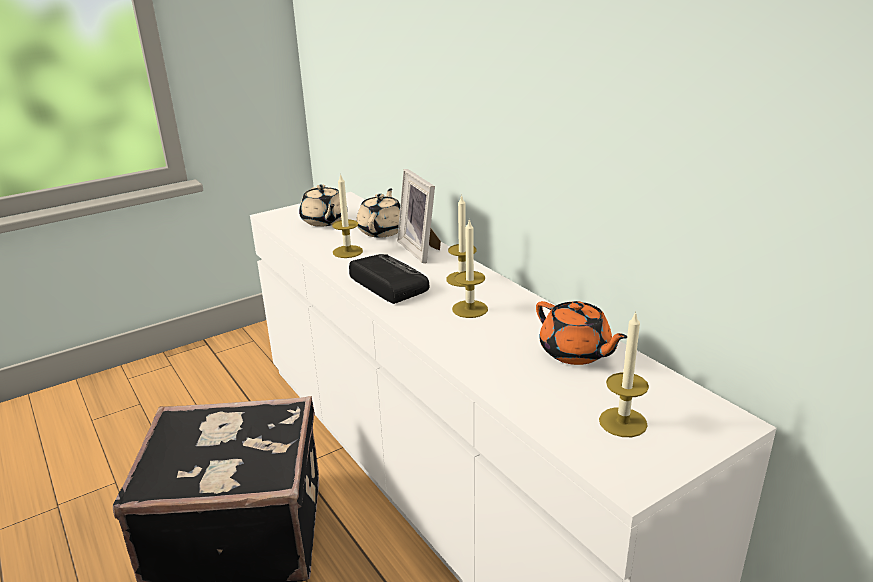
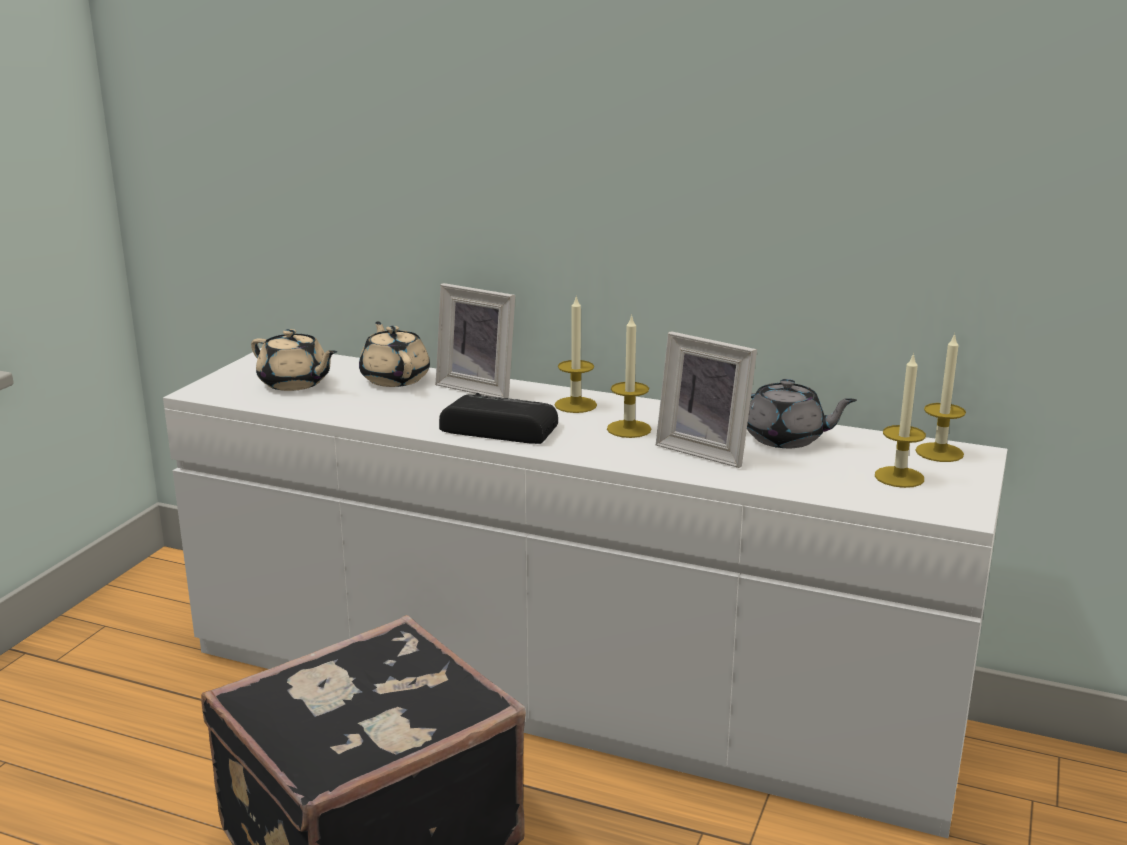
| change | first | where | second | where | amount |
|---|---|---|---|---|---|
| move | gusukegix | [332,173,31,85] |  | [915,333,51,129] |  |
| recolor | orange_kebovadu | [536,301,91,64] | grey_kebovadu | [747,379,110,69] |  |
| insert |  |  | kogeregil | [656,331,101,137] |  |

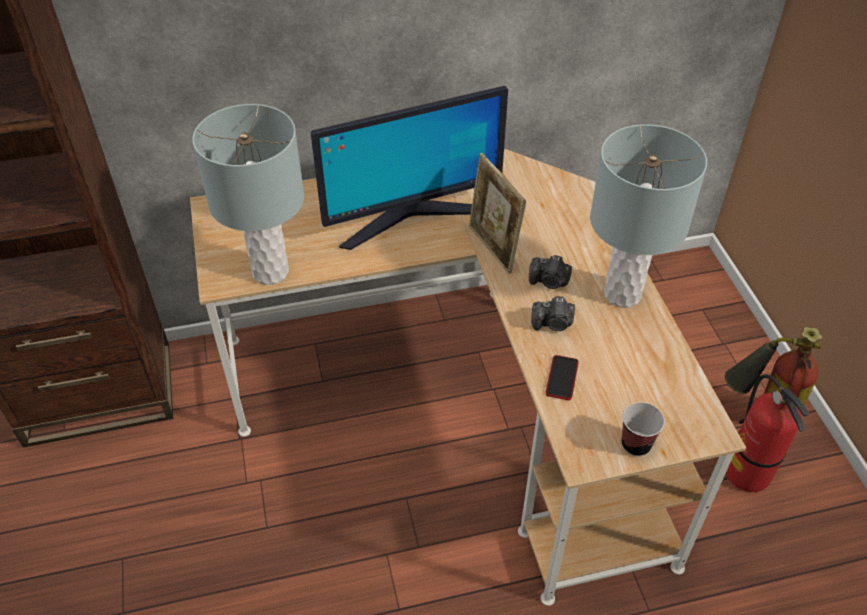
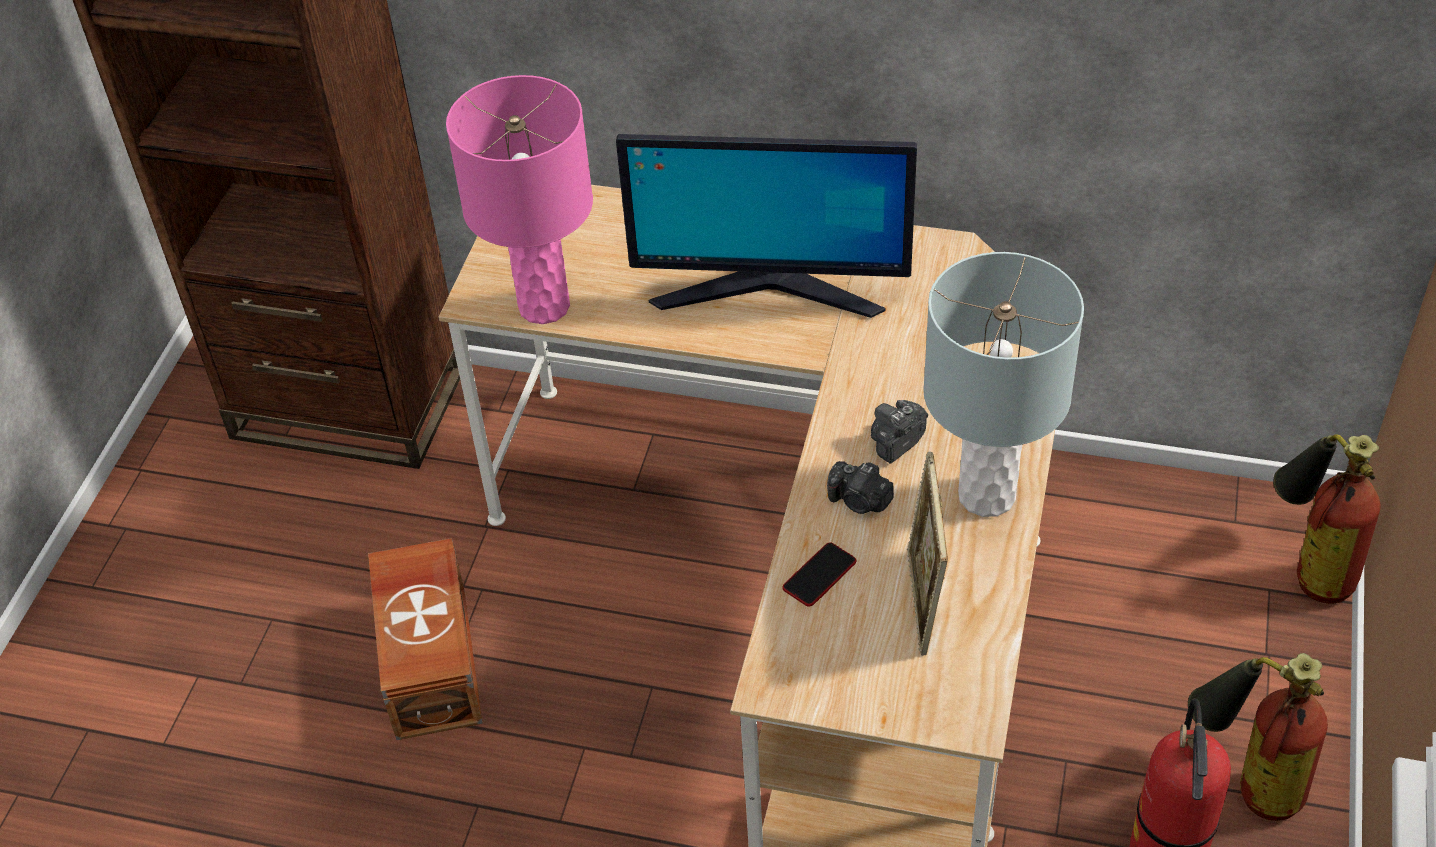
| change | first | where | second | where | amount |
|---|---|---|---|---|---|
| recolor | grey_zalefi | [192,104,112,181] | pink_zalefi | [446,75,147,249] |  |
| move | kogeregil | [469,153,57,121] |  | [907,452,41,204] |  |
| rotate | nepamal | [529,255,43,34] |  | [871,400,57,64] | 90 degrees clockwise |
| delete | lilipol | [622,402,43,55] |  |  |  |
| insert |  |  | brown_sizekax | [368,538,115,202] |  |
| insert |  |  | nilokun | [1273,435,107,169] |  |

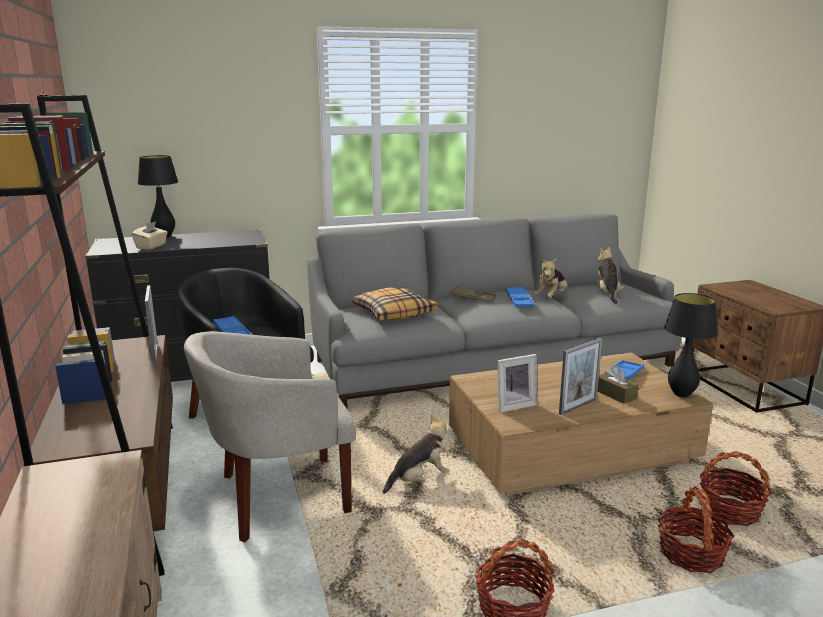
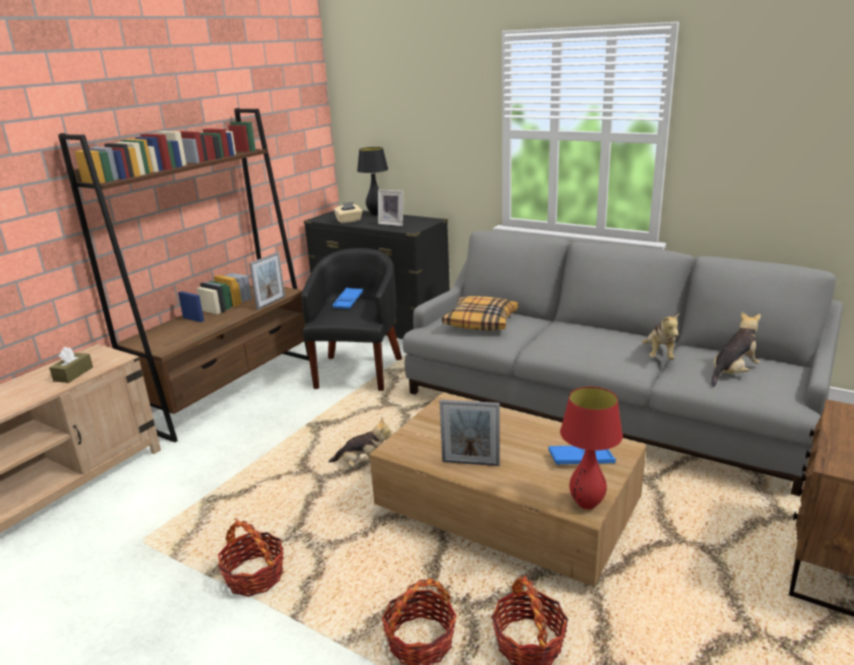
| change | first | where | second | where | amount |
|---|---|---|---|---|---|
| delete | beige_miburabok | [184,331,172,211] |  |  |  |
| delete | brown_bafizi | [451,287,45,15] |  |  |  |
| move | kogeregil | [497,354,41,58] |  | [378,189,25,37] |  |
| delete | blue_bafizi | [505,287,30,20] |  |  |  |
| rotate | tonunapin | [534,259,33,39] |  | [642,312,38,48] | 75 degrees counterclockwise |
| move | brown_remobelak | [597,366,42,38] |  | [49,347,44,36] |  |
| recolor | black_zalefi | [664,293,53,104] | red_zalefi | [560,387,63,122] |  |

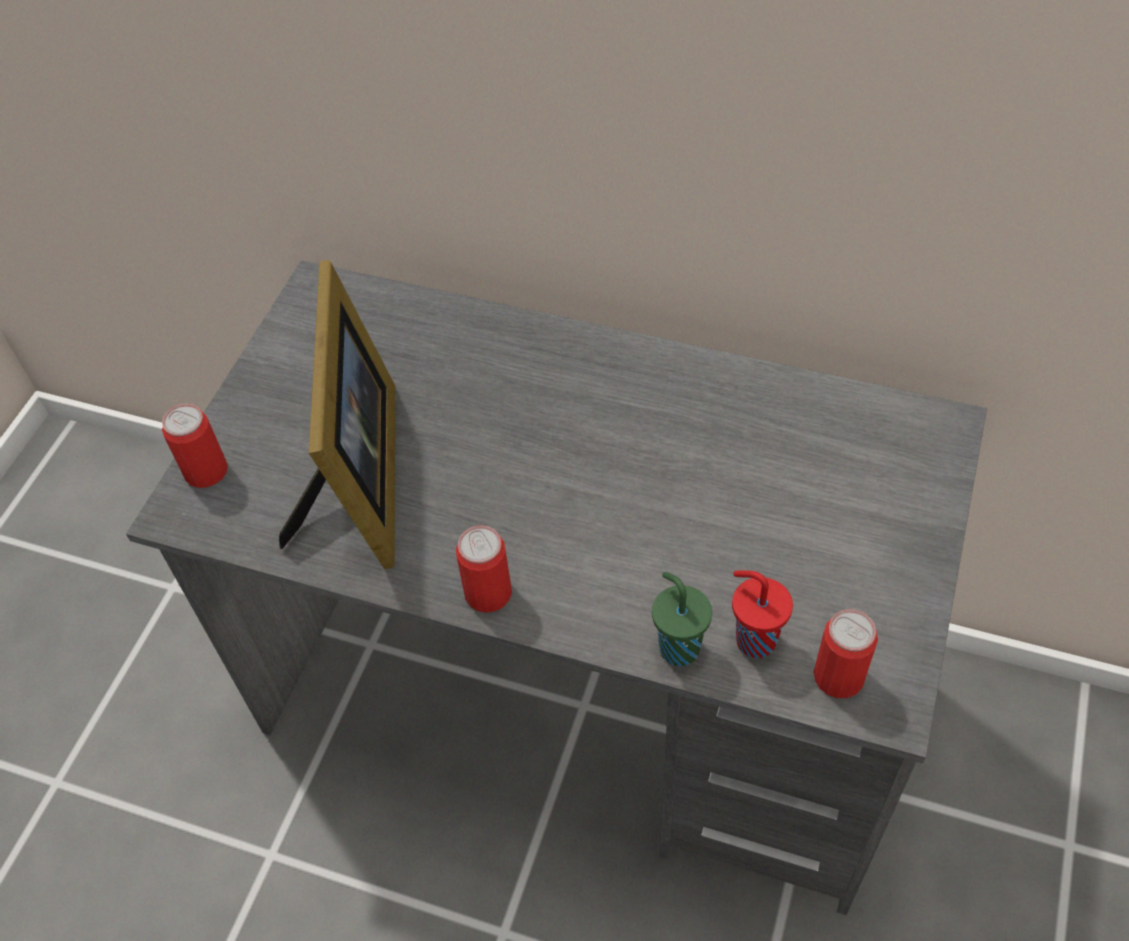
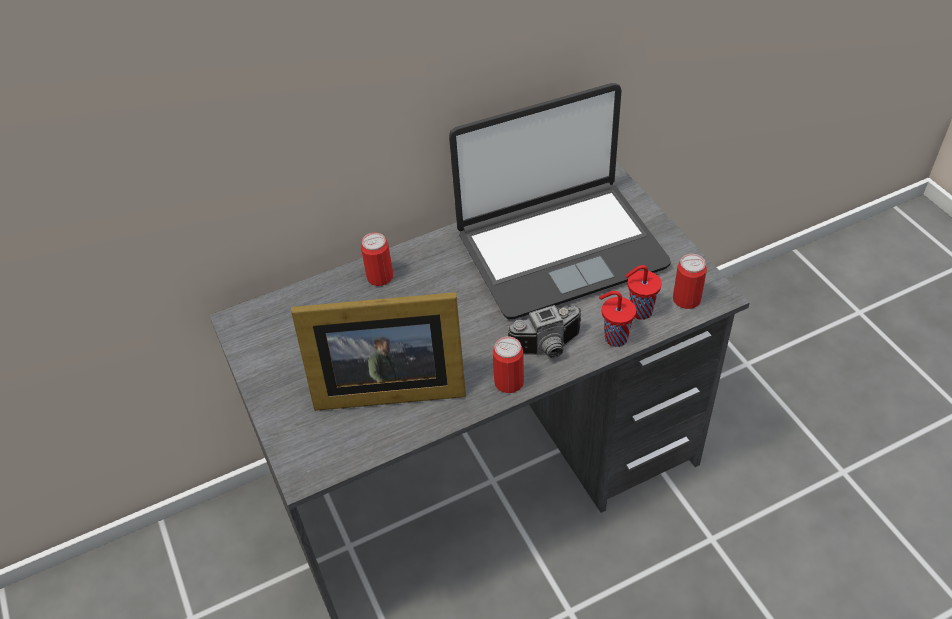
| change | first | where | second | where | amount |
|---|---|---|---|---|---|
| move | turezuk | [162,404,66,84] |  | [361,233,32,53] |  |
| rotate | kogeregil | [279,260,116,309] |  | [291,292,175,119] | 135 degrees clockwise |
| recolor | green_lilipol | [652,572,60,94] | red_lilipol | [599,291,37,56] |  |
| insert |  |  | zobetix | [449,83,222,236] |  |
| insert |  |  | nepamal | [507,305,75,53] |  |

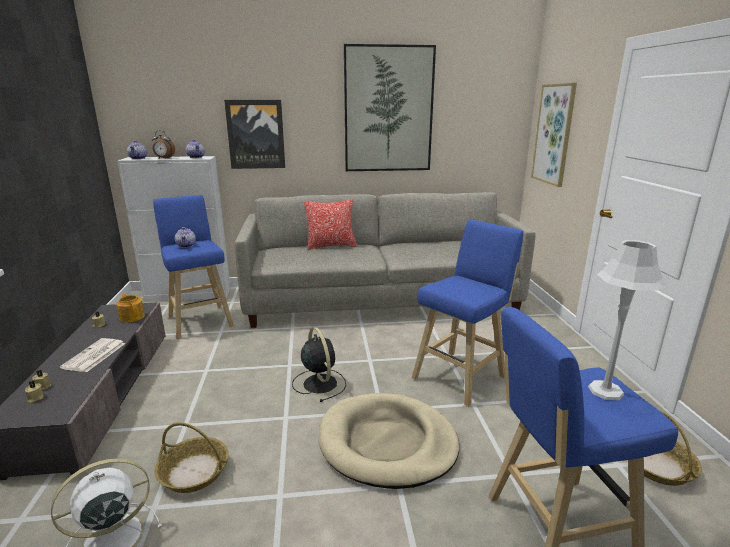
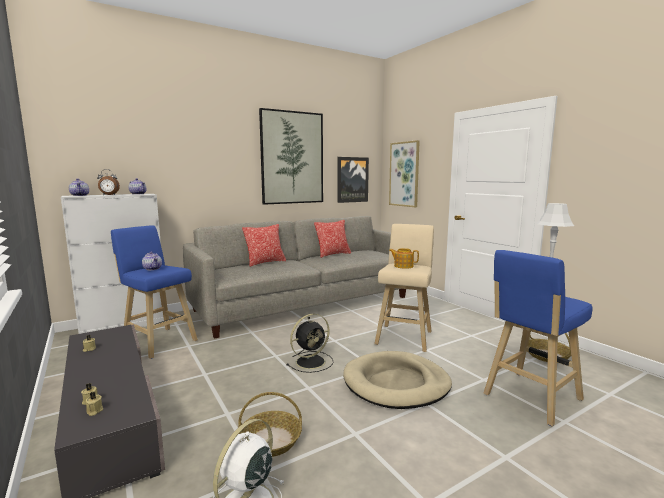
| change | first | where | second | where | amount |
|---|---|---|---|---|---|
| delete | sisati | [60,338,65,34] |  |  |  |
| move | kebovadu | [116,293,29,30] |  | [389,248,30,21] |  |
| move | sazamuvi | [224,100,61,69] |  | [337,157,32,46] |  |
| rotate | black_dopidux | [292,327,54,75] |  | [286,314,48,59] | 105 degrees clockwise |
| recolor | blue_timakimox | [412,220,111,187] | beige_timakimox | [374,224,60,128] |  |
| insert |  |  | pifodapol | [314,220,37,38] |  |

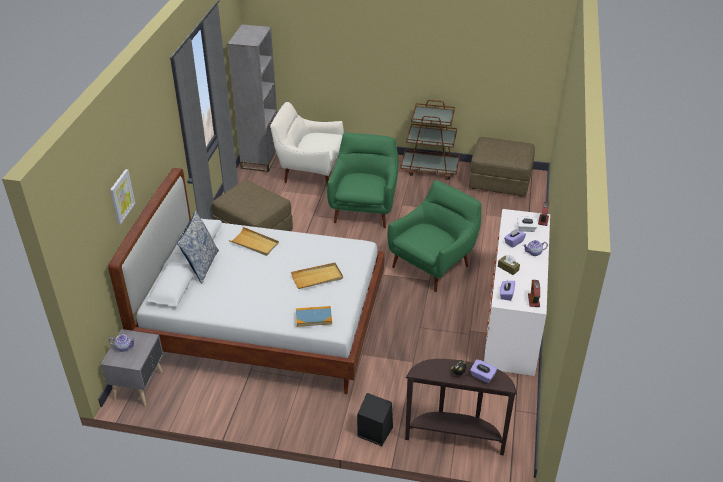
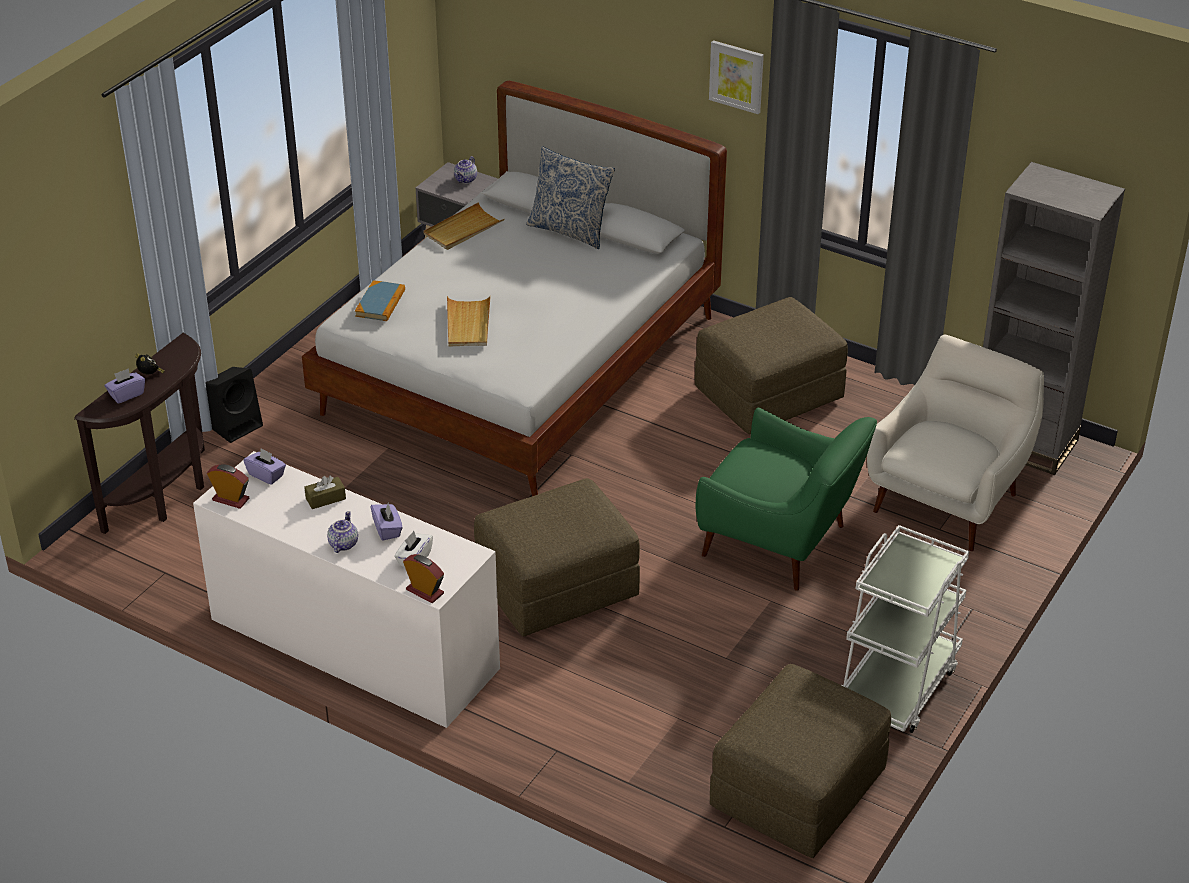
| change | first | where | second | where | amount |
|---|---|---|---|---|---|
| move | sazamuvi | [110,169,25,56] |  | [709,40,55,74] |  |
| move | beige_bafizi | [229,227,50,29] |  | [424,202,80,48] |  |
| replace | green_miburabok | [387,180,95,112] | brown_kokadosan | [474,478,166,159] |  |
| recolor | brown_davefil | [400,100,60,80] | white_davefil | [842,525,127,208] |  |

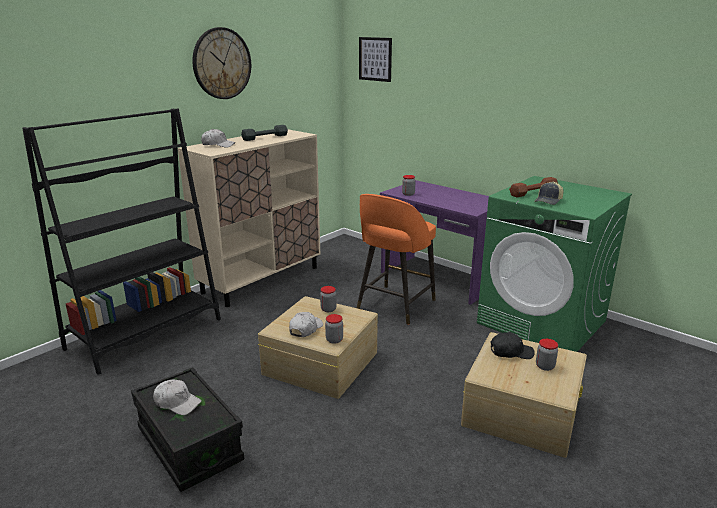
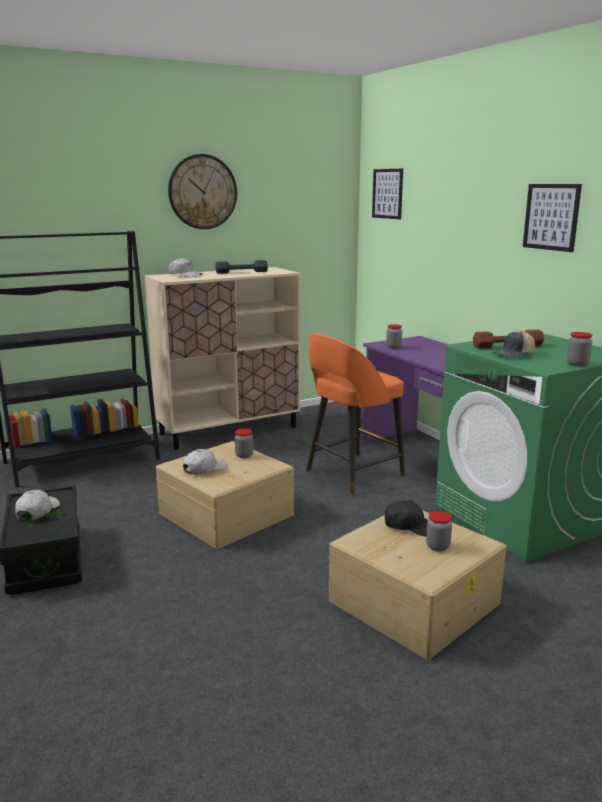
| change | first | where | second | where | amount |
|---|---|---|---|---|---|
| rotate | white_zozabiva | [153,379,49,36] |  | [15,490,45,30] | 120 degrees counterclockwise |
| move | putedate | [325,314,18,30] |  | [567,332,25,34] |  |
| insert |  |  | sazamuvi | [523,184,59,68] |  |

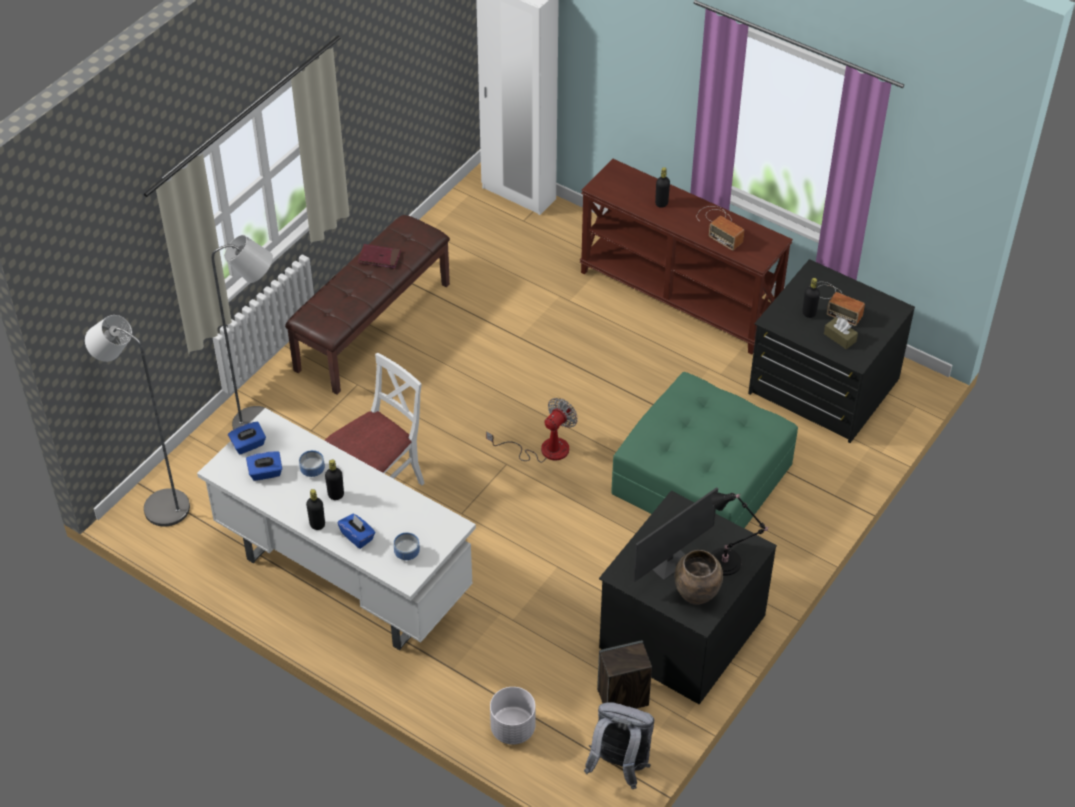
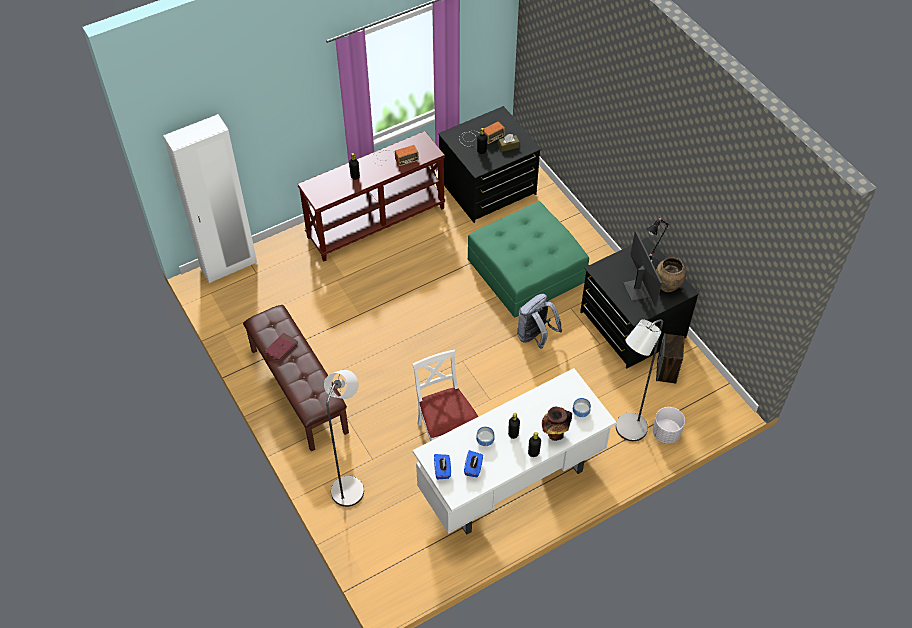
| change | first | where | second | where | amount |
|---|---|---|---|---|---|
| move | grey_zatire | [85,315,105,212] |  | [616,319,47,122] |  |
| replace | blue_remobelak | [338,514,38,35] | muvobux | [542,407,30,34] |  |
| delete | dopidux | [486,398,92,64] |  |  |  |
| move | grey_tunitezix | [584,702,70,87] |  | [517,294,45,55] |  |

